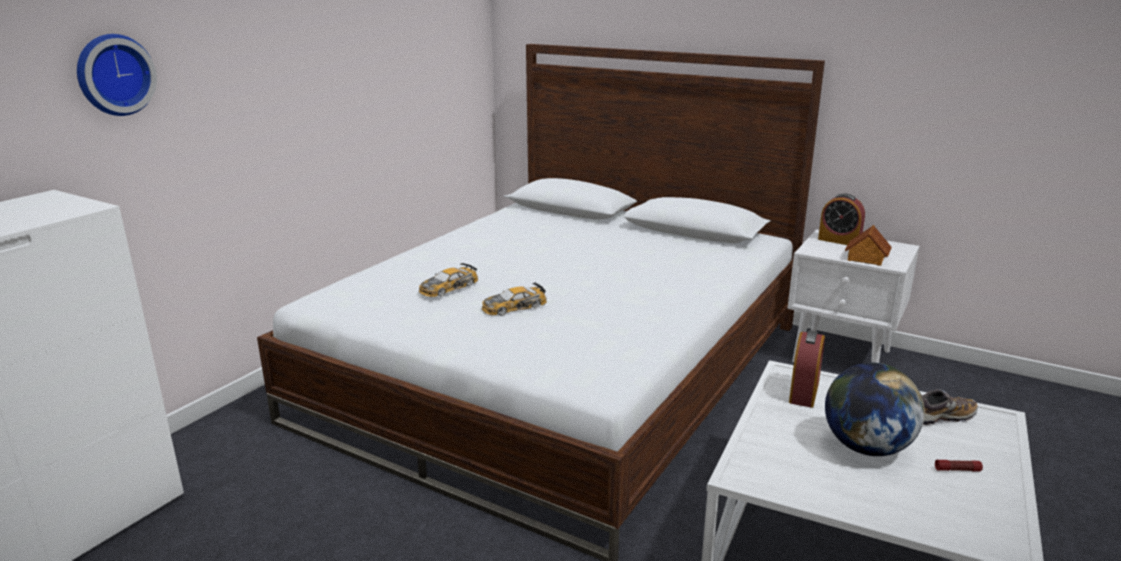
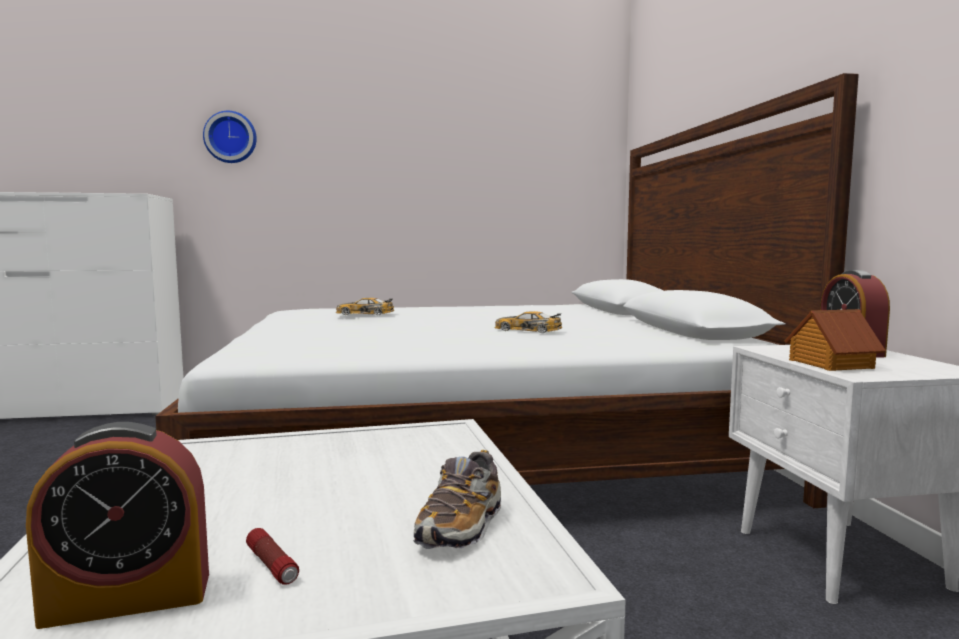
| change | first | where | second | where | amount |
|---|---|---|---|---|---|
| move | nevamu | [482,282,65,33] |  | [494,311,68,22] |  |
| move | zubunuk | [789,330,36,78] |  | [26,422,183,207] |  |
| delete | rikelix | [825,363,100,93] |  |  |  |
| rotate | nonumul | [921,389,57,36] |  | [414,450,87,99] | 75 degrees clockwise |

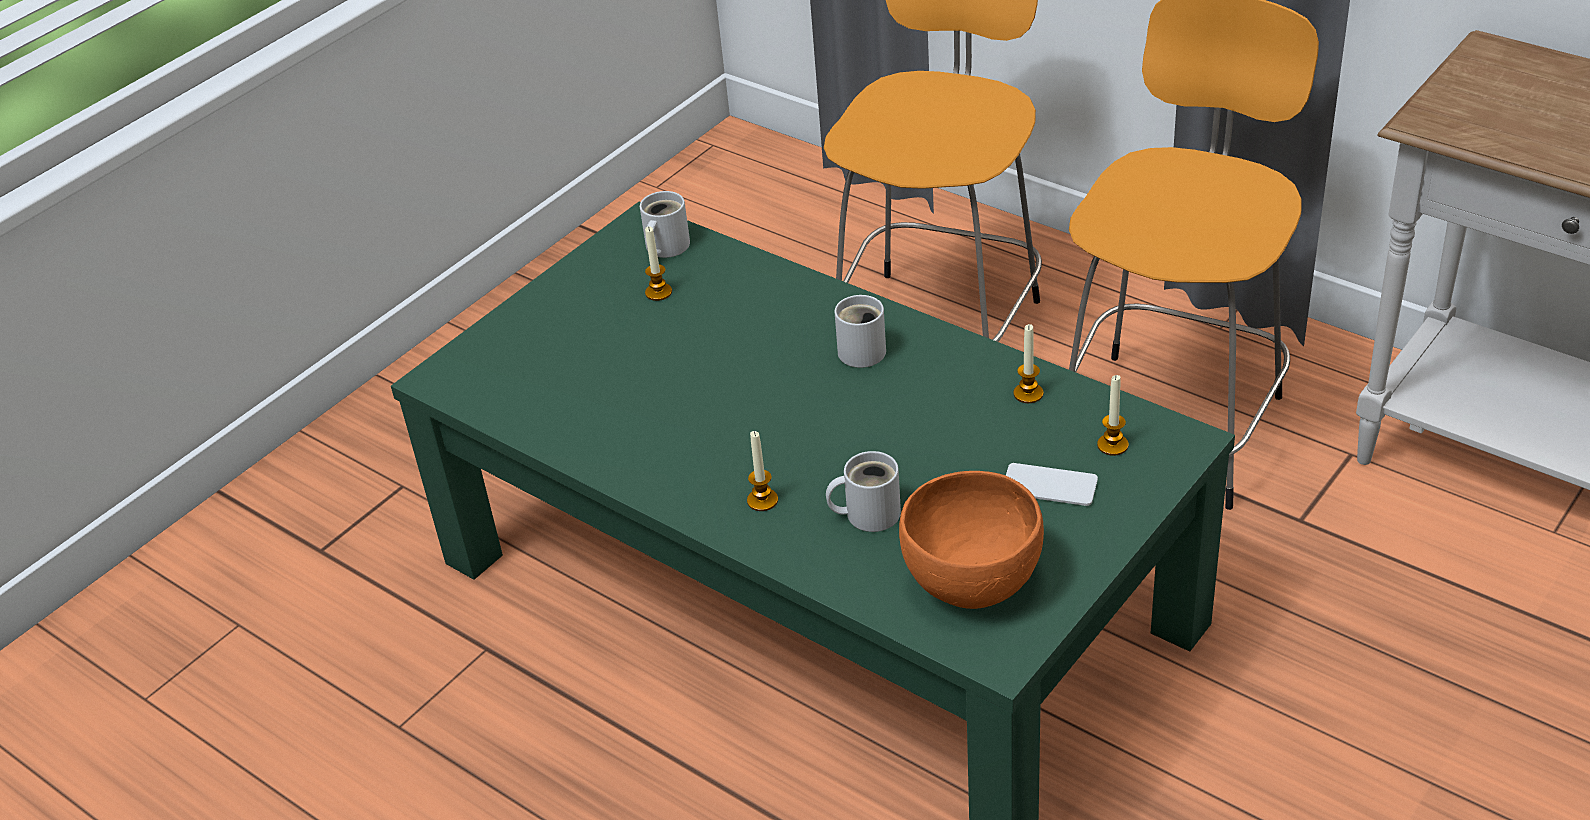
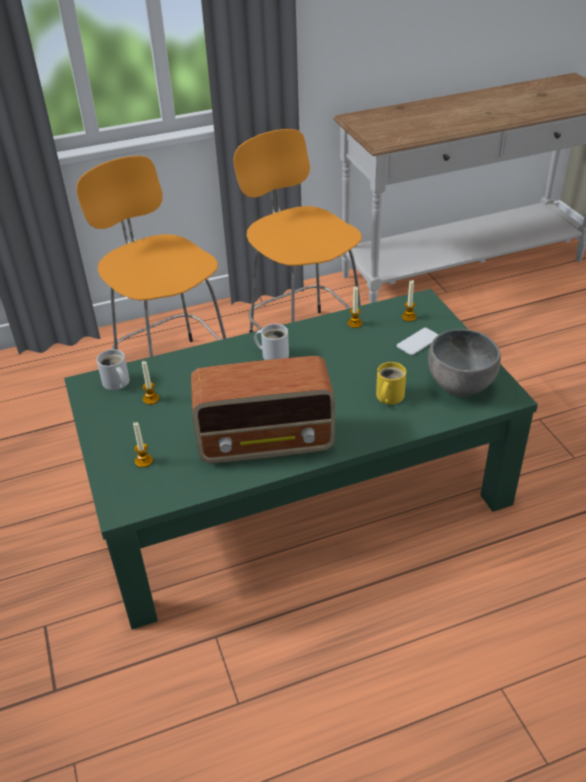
| change | first | where | second | where | amount |
|---|---|---|---|---|---|
| move | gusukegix | [747,431,31,80] |  | [133,422,20,46] |  |
| recolor | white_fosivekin | [826,451,75,81] | yellow_fosivekin | [376,362,30,42] |  |
| recolor | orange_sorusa | [899,471,145,138] | grey_sorusa | [428,329,73,68] |  |
| insert |  |  | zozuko | [191,356,144,108] |  |

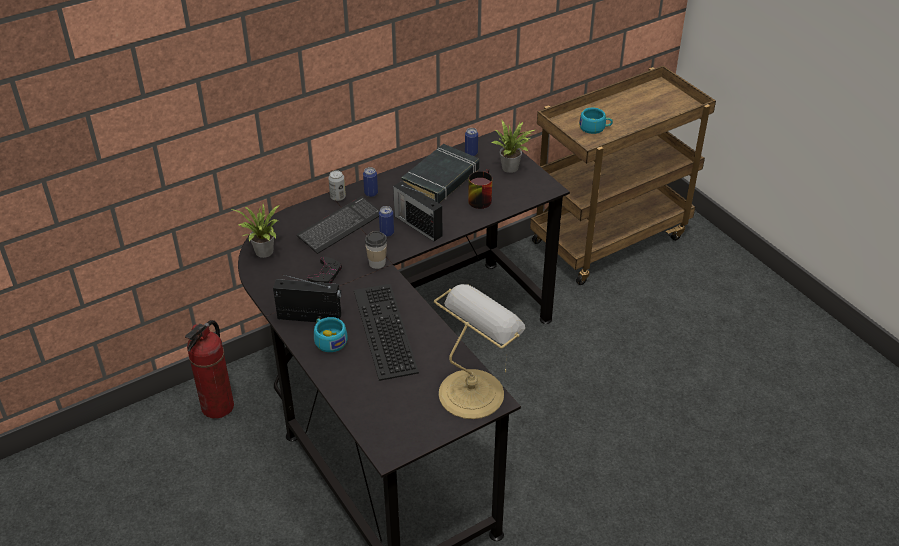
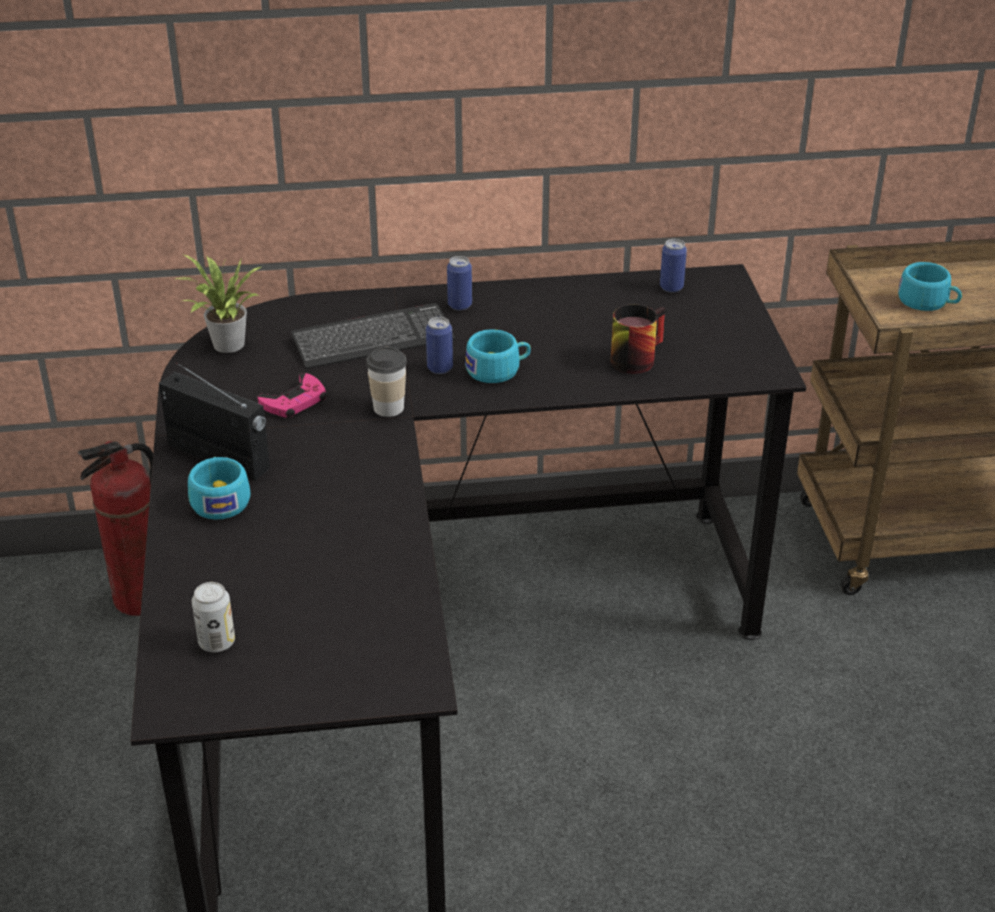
| change | first | where | second | where | amount |
|---|---|---|---|---|---|
| recolor | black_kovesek | [308,257,34,26] | pink_kovesek | [258,373,69,45] |  |
| move | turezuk | [328,170,18,31] |  | [192,582,43,70] |  |
| delete | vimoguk | [354,284,65,97] |  |  |  |
| replace | zozuko | [393,181,49,60] | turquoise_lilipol | [465,329,66,54] |  |
| delete | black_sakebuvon | [401,144,78,59] |  |  |  |
| delete | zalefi | [434,284,91,135] |  |  |  |
| delete | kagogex | [491,120,44,53] |  |  |  |

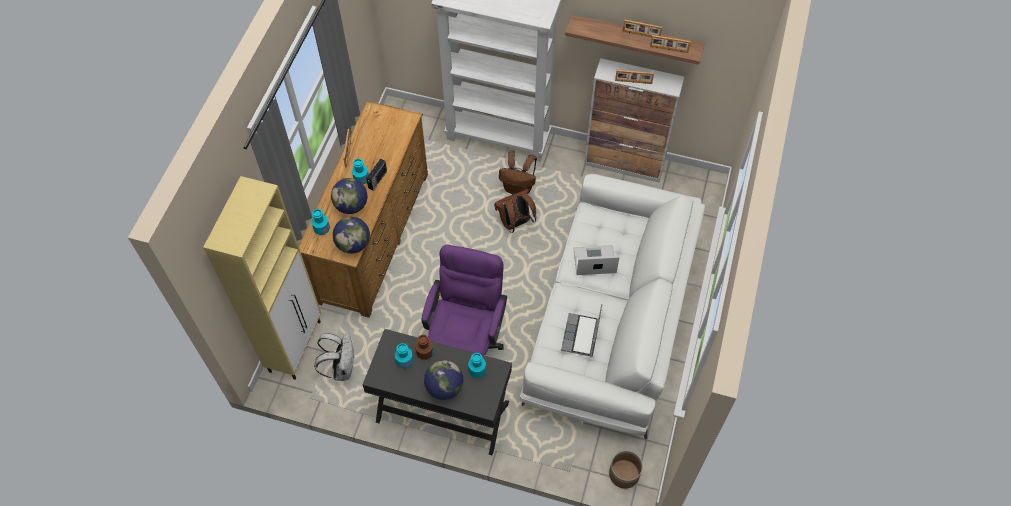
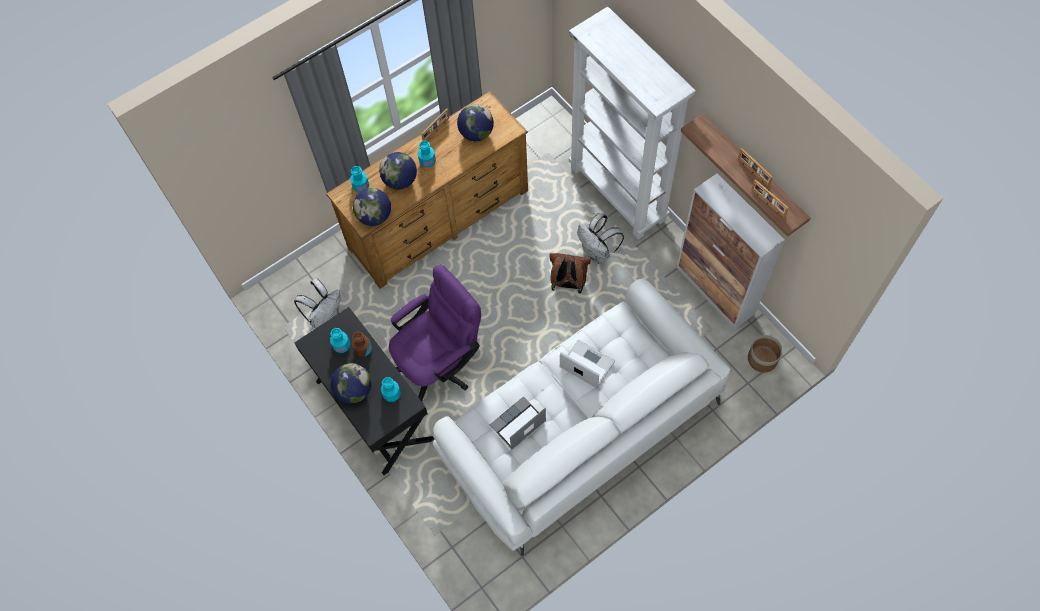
| change | first | where | second | where | amount |
|---|---|---|---|---|---|
| delete | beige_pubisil | [203,176,118,203] |  |  |  |
| delete | zozuko | [366,159,21,32] |  |  |  |
| recolor | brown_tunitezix | [499,150,38,44] | white_tunitezix | [577,213,47,51] |  |
| move | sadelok | [609,451,34,38] |  | [748,335,35,37] |  |
| delete | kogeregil | [615,70,39,14] |  |  |  |
| insert |  |  | rikelix | [457,104,37,37] |  |

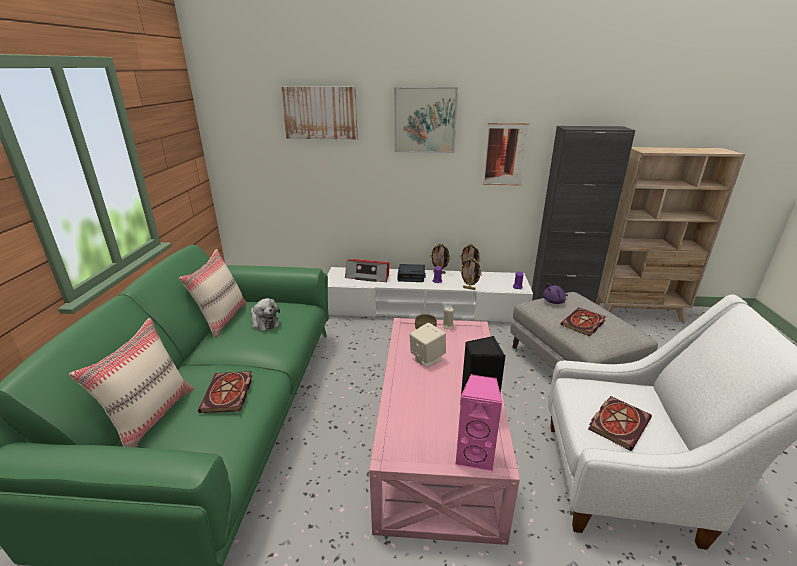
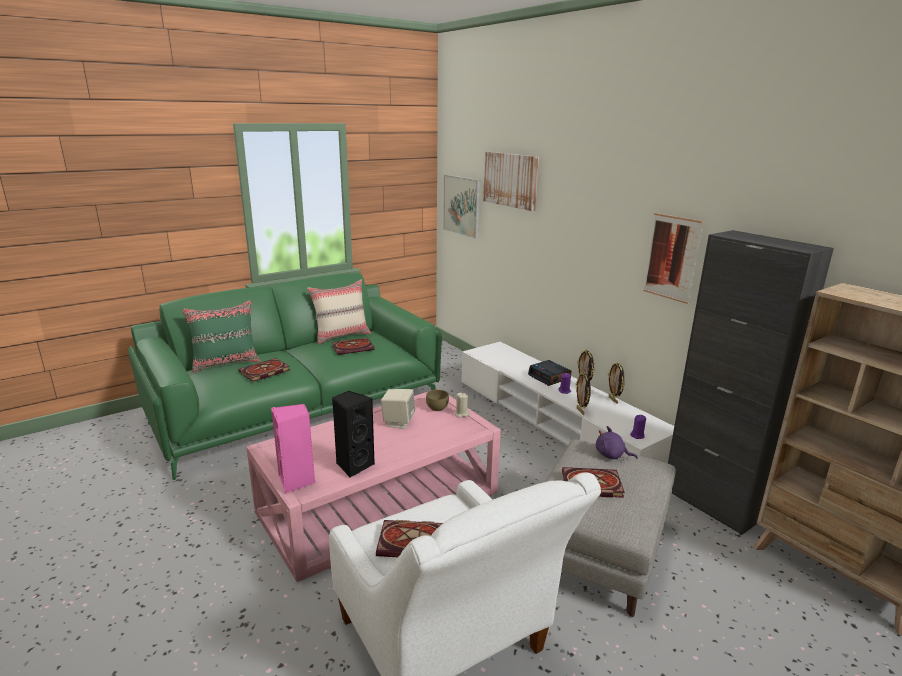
| change | first | where | second | where | amount |
|---|---|---|---|---|---|
| recolor | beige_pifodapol | [69,318,125,130] | green_pifodapol | [182,300,78,73] |  |
| replace | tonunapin | [251,298,29,33] | sakebuvon | [332,338,43,17] |  |
| delete | zozuko | [345,259,44,23] |  |  |  |
| move | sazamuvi | [394,87,64,66] |  | [443,175,37,64] |  |

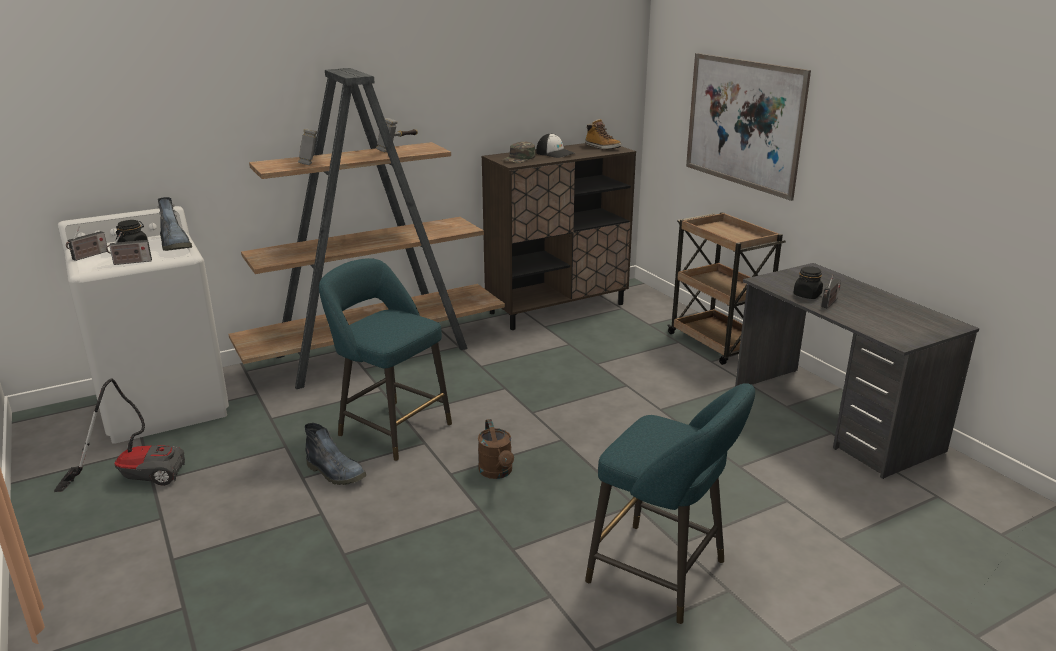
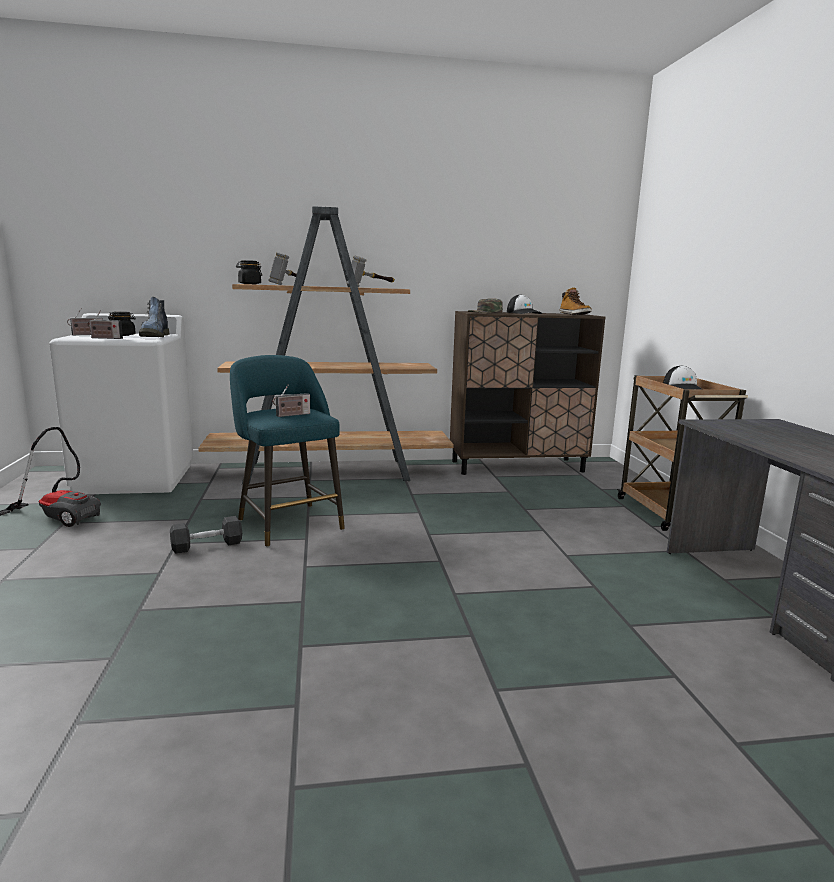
| change | first | where | second | where | amount |
|---|---|---|---|---|---|
| replace | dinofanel | [305,423,61,62] | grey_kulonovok | [170,516,72,38] |  |
| delete | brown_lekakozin | [478,419,36,60] |  |  |  |
| delete | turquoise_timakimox | [585,383,170,241] |  |  |  |
| delete | sazamuvi | [686,53,125,148] |  |  |  |
| move | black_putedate | [793,267,30,32] |  | [236,260,26,24] |  |
| move | zozuko | [821,275,20,33] |  | [273,385,37,32] |  |
| insert |  |  | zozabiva | [663,365,39,24] |  |

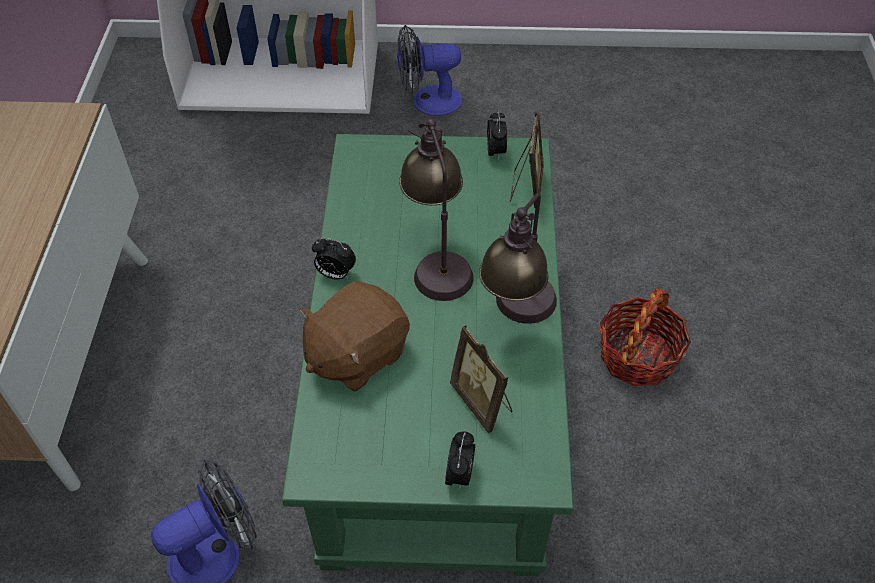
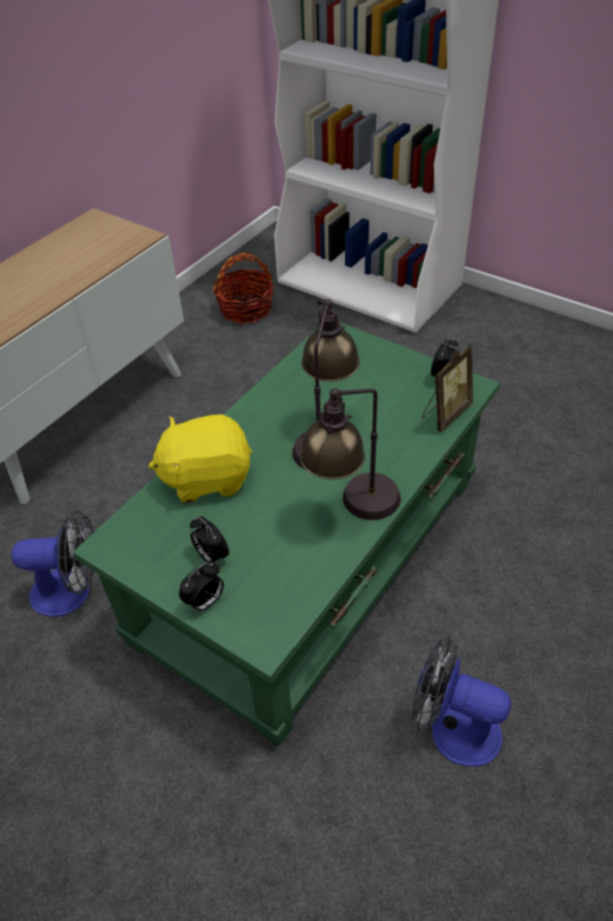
| change | first | where | second | where | amount |
|---|---|---|---|---|---|
| recolor | brown_tonunapin | [300,281,110,111] | yellow_tonunapin | [148,414,104,89] |  |
| move | zubunuk | [312,238,44,42] |  | [190,517,39,49] |  |
| move | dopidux | [397,25,65,91] |  | [412,636,99,131] |  |
| delete | kogeregil | [450,325,63,108] |  |  |  |
| move | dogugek | [600,288,91,98] |  | [213,253,61,71] |  |

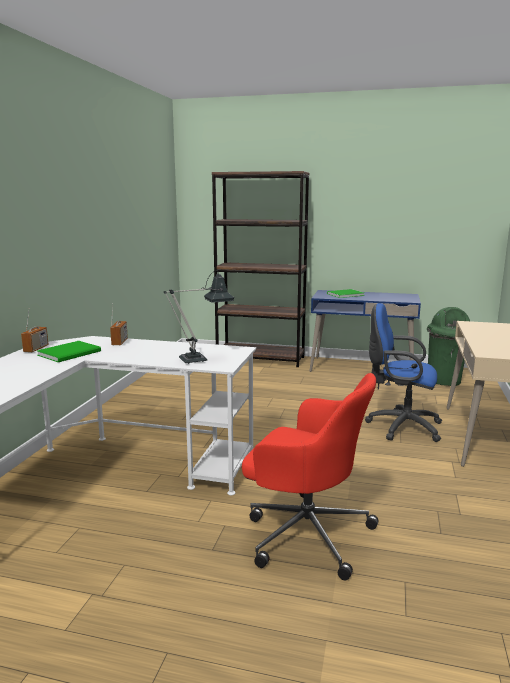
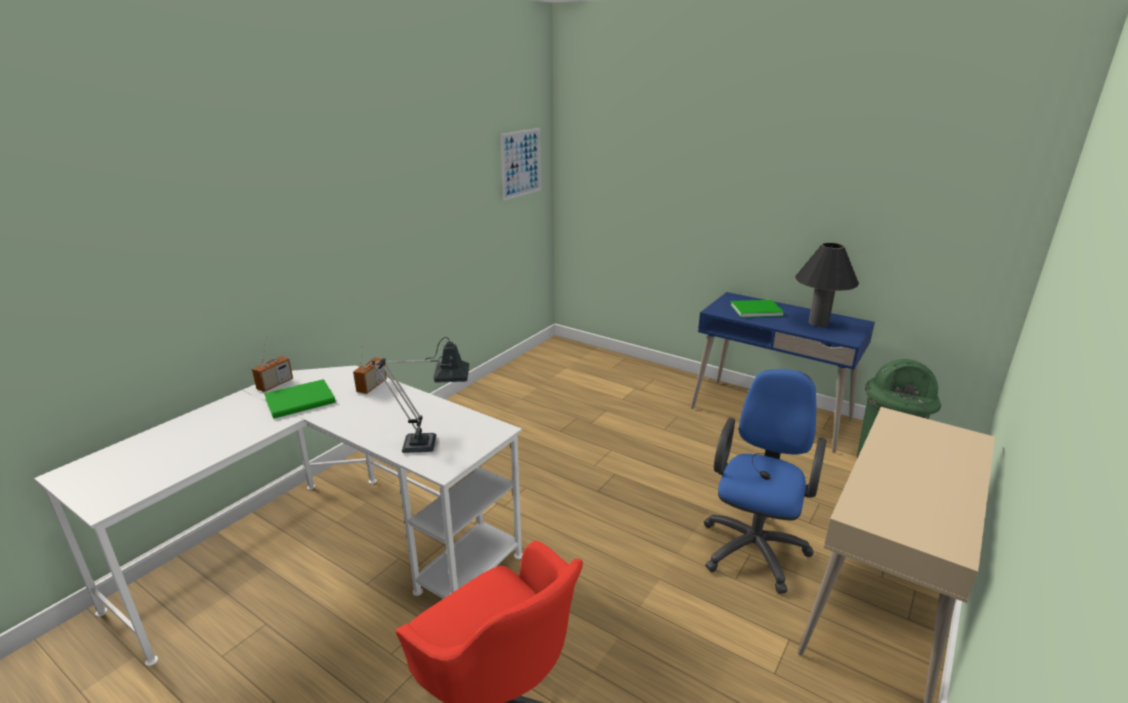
| change | first | where | second | where | amount |
|---|---|---|---|---|---|
| delete | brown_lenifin | [212,171,98,196] |  |  |  |
| rotate | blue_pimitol | [365,303,77,139] |  | [703,369,123,225] | 75 degrees clockwise |
| insert |  |  | sazamuvi | [500,128,41,73] |  |
| insert |  |  | black_zalefi | [795,243,64,84] |  |

